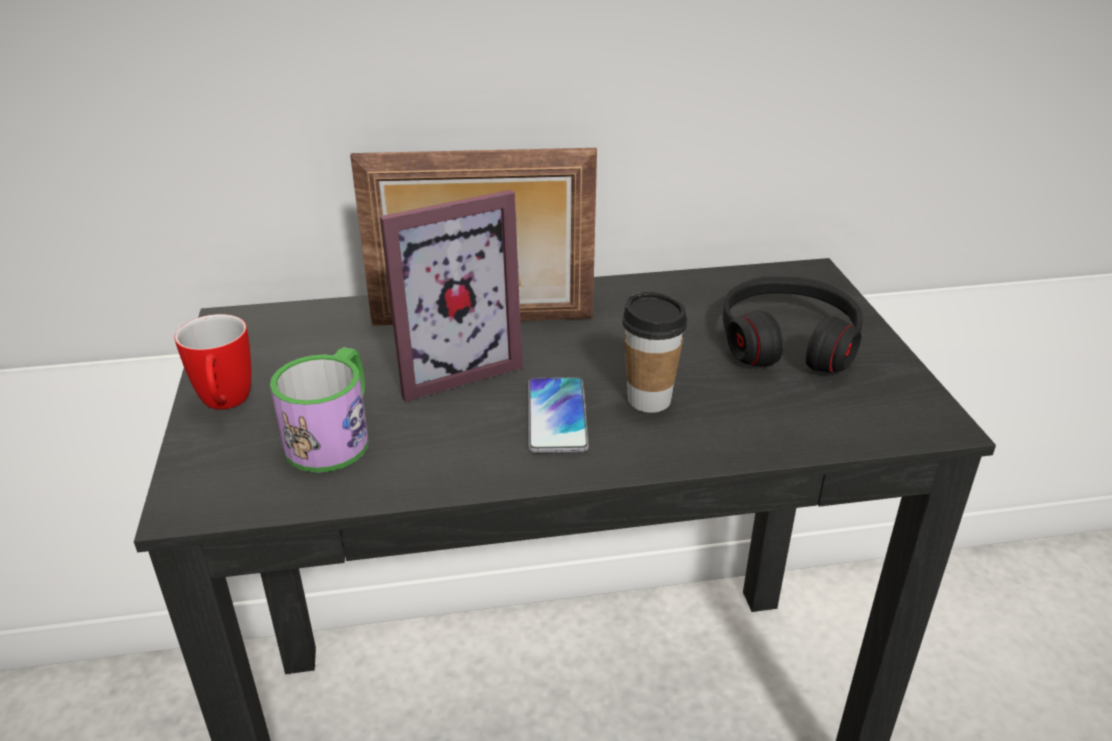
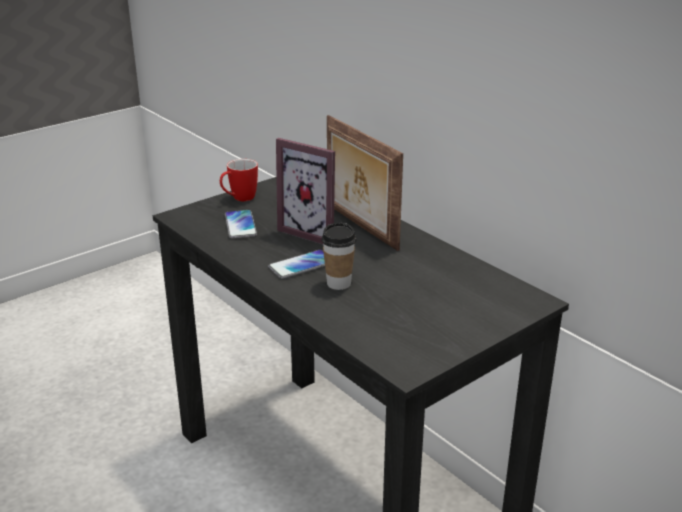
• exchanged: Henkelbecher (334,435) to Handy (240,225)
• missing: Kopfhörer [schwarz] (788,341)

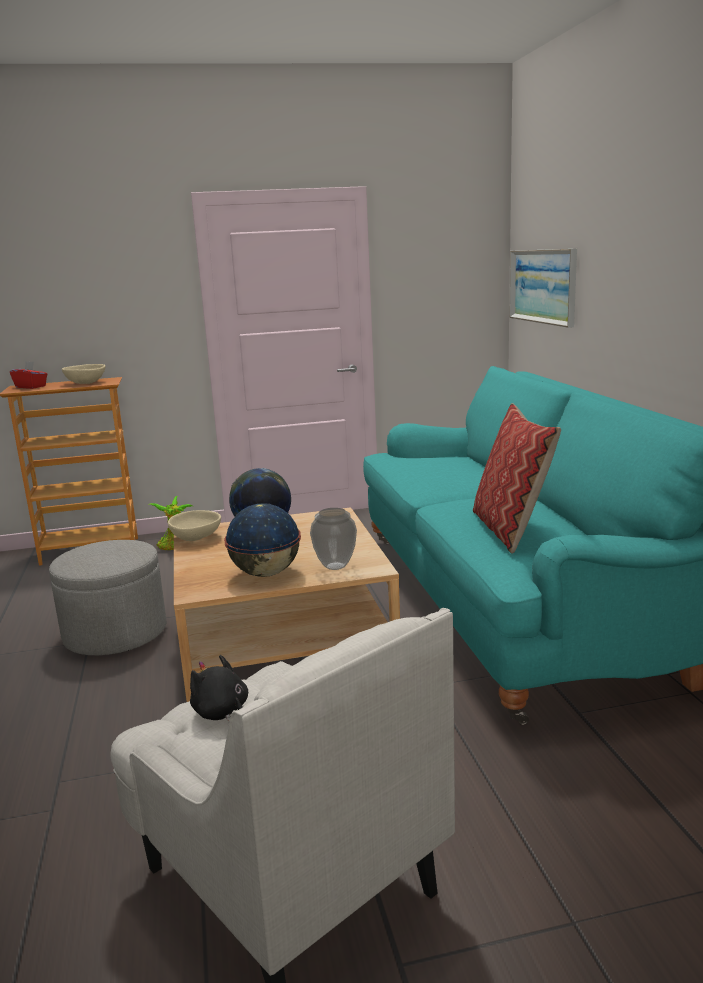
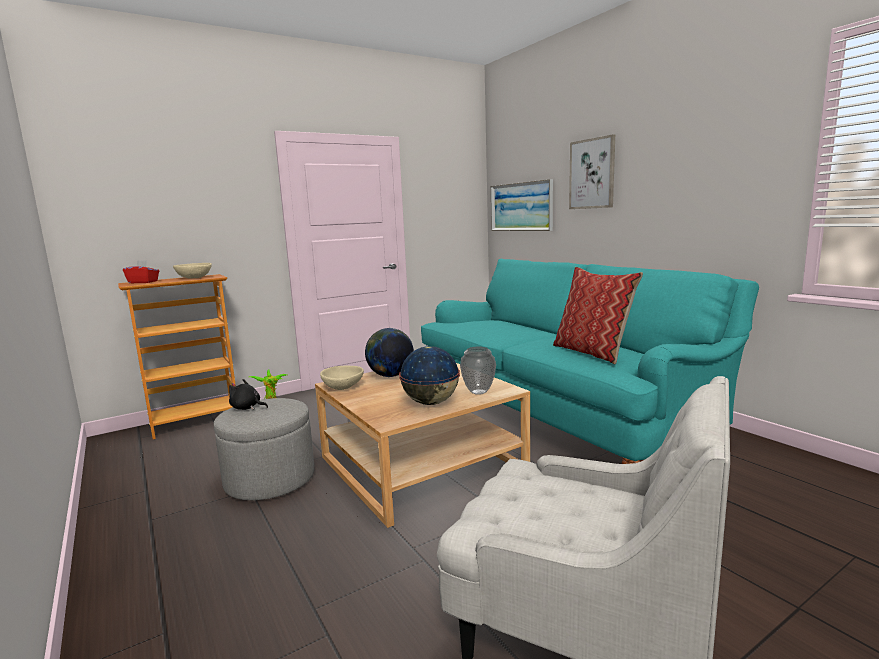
• relocated: Plüschtier [schwarz] (223,713) to (247,408)
• appeared: Bild (592,174)

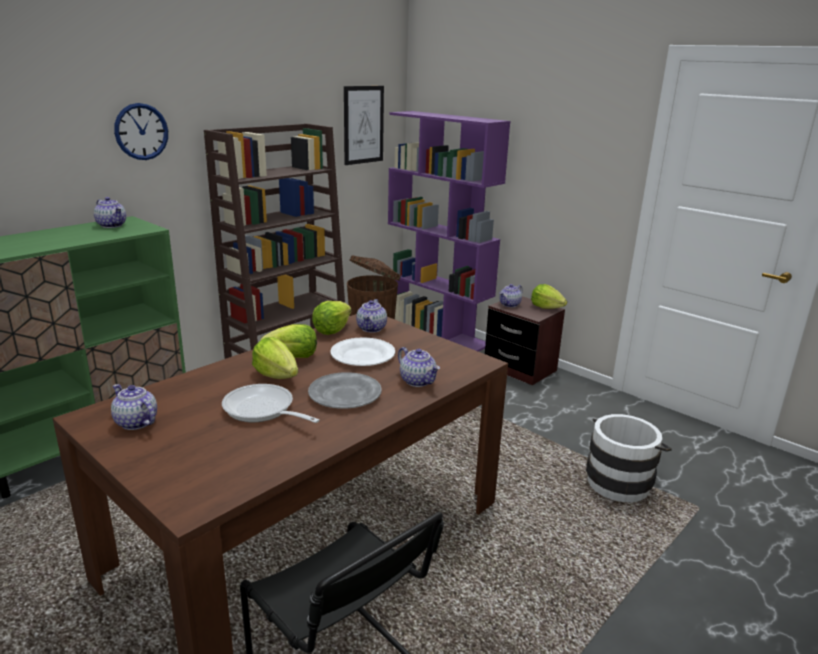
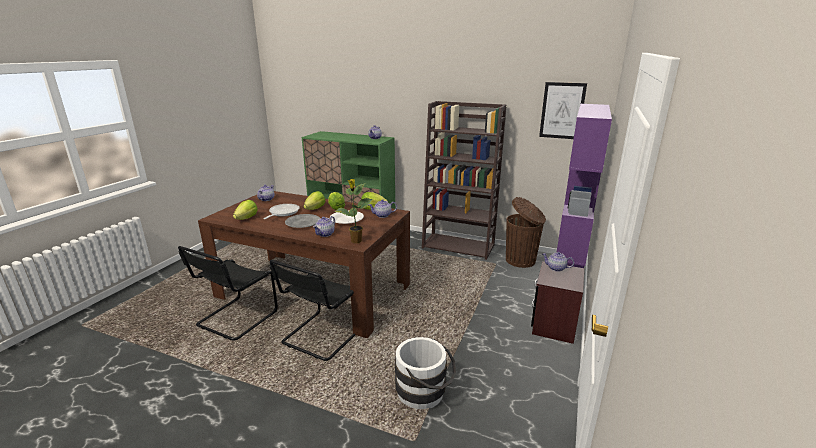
• relocated: Salatkopf (546,307) to (246,218)
• appeared: Stuhl [schwarz] (320,337)
• appeared: Topfpflanze (356,241)
• missing: Wanduhr (141,131)

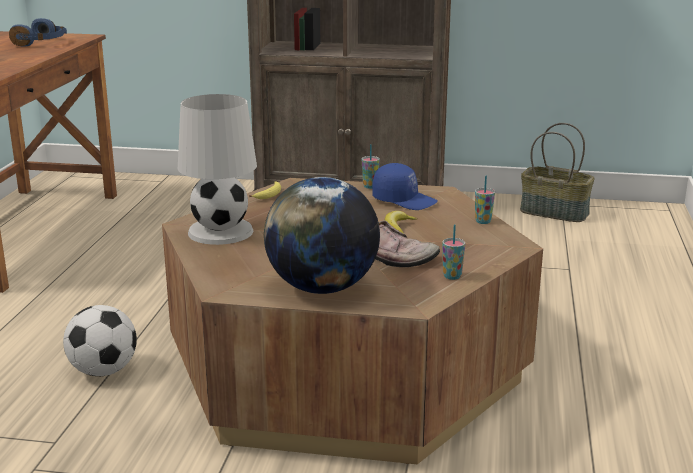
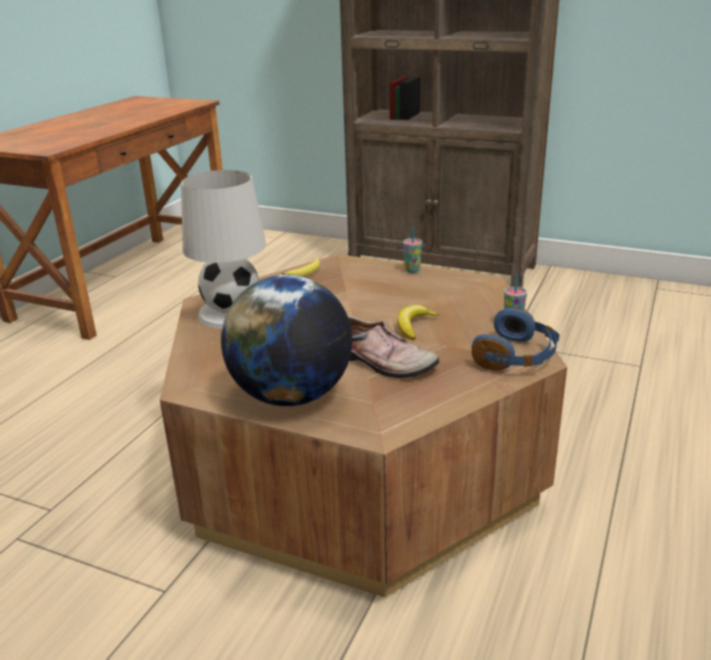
• relocated: Kopfhörer [blau] (42,43) to (517,357)
• missing: Fußball (103,371)
• missing: Kappe [blau] (404,200)
• missing: Tasse (452,276)
• missing: Korb (555,212)

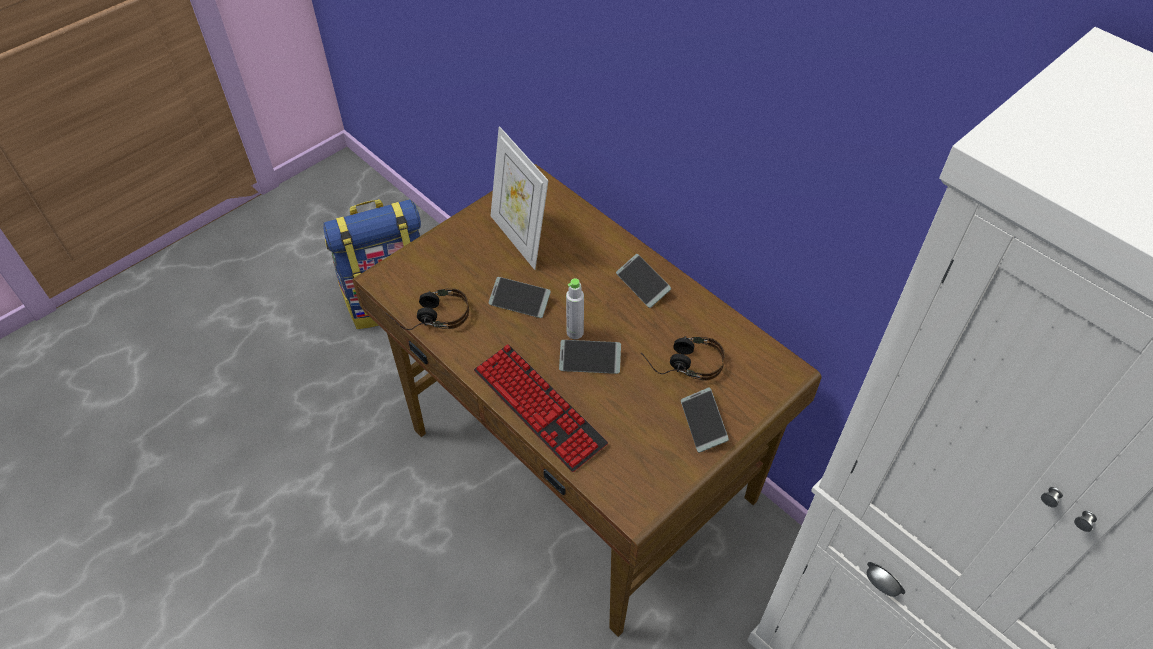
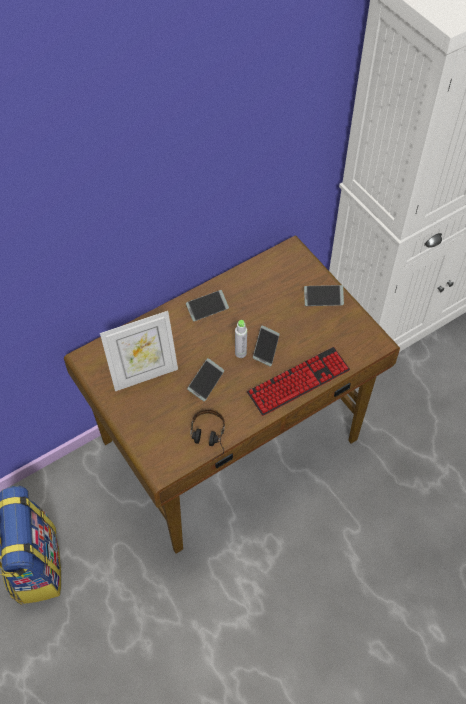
• missing: Kopfhörer (682,363)

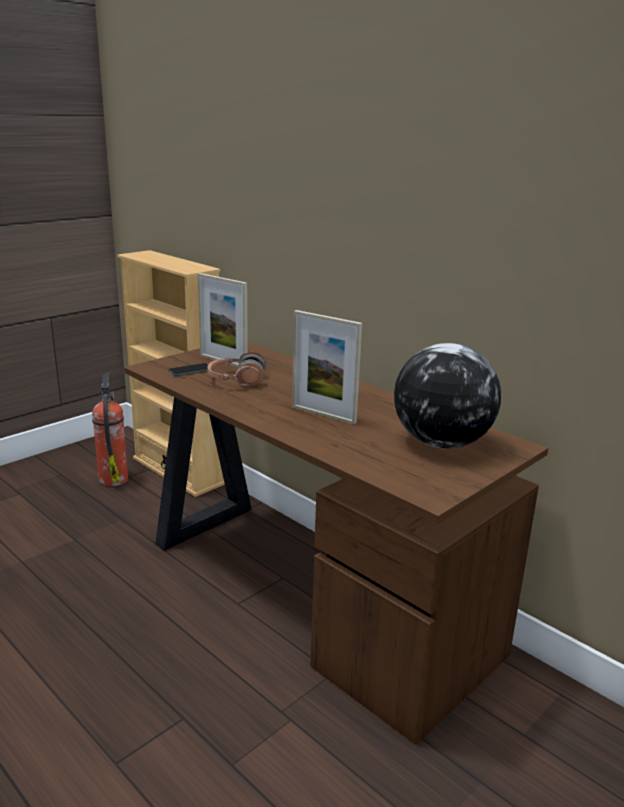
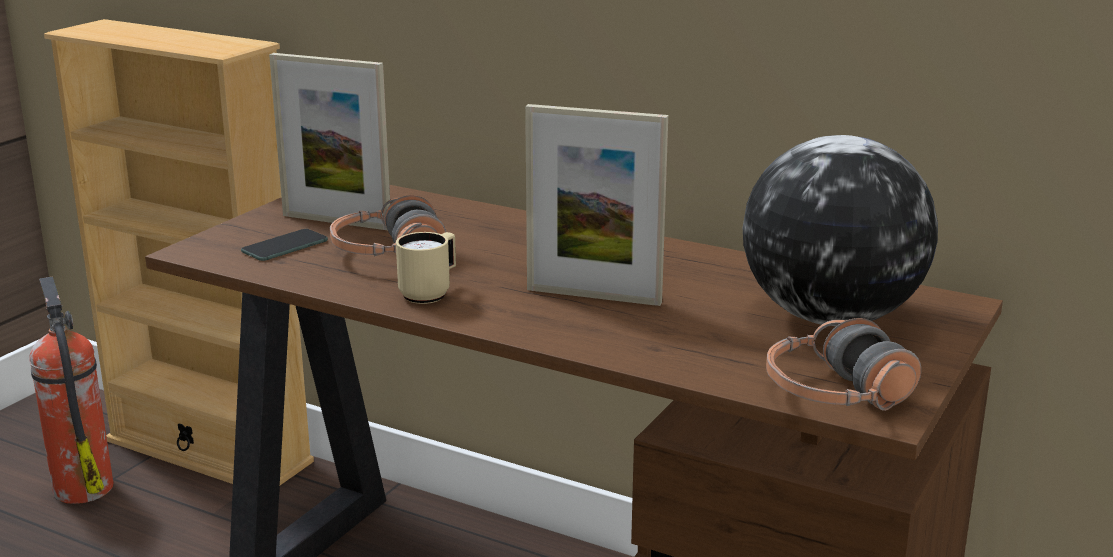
• appeared: Henkelbecher [beige] (430,293)
• appeared: Kopfhörer (836,394)

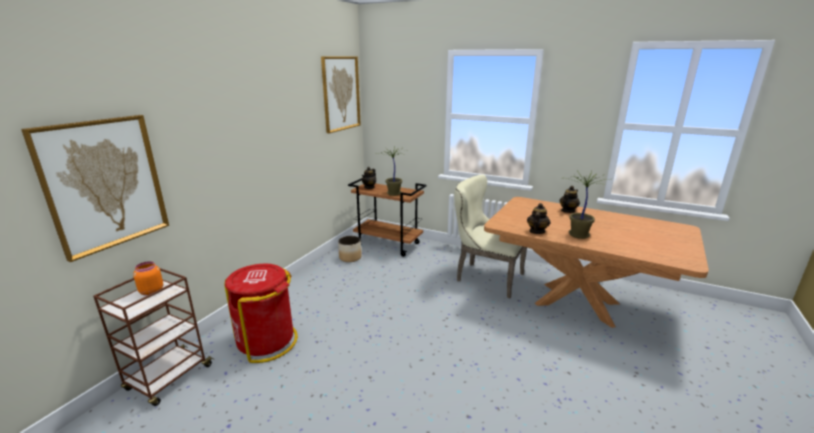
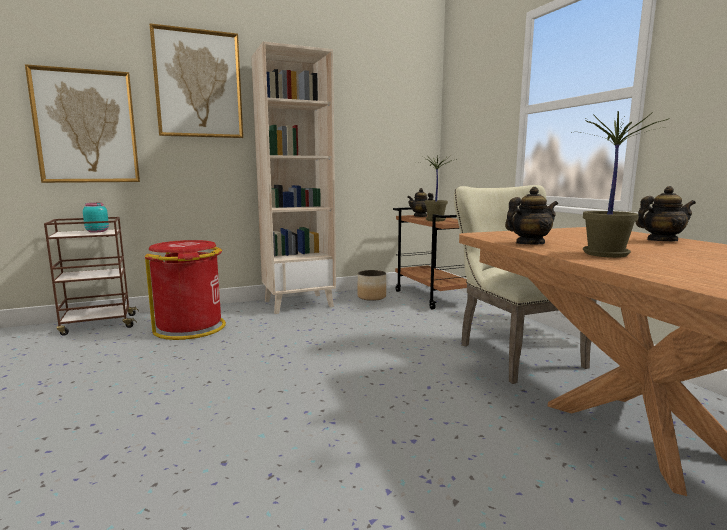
• colour: Vorratsglas [orange] (151,291) to Vorratsglas [türkis] (97,231)
• relocated: Bild (341,93) to (198,84)
• appeared: Bücherregal [beige] (298,303)

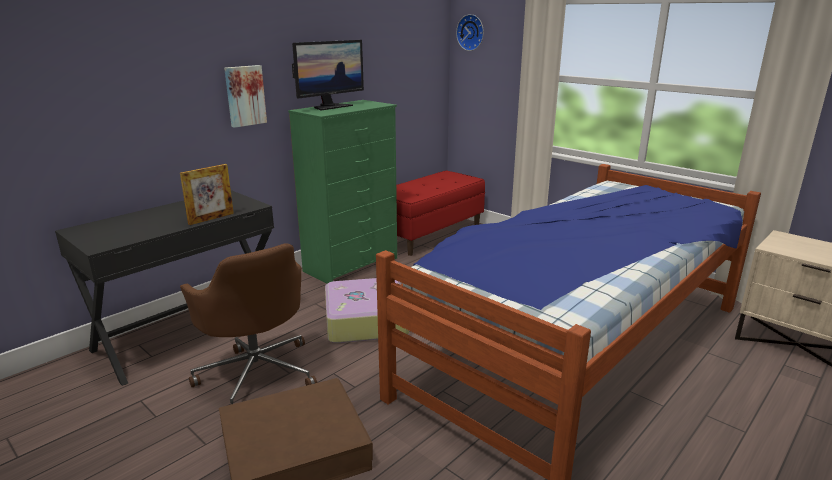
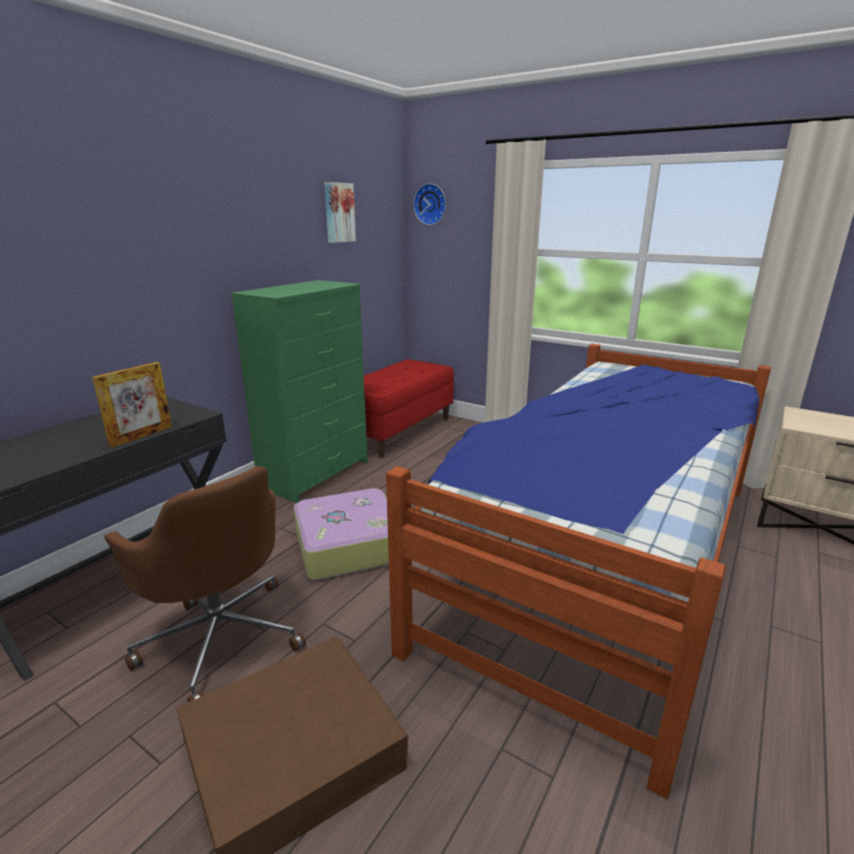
• relocated: Bild (245,95) to (338,213)
• missing: Monitor (330,107)

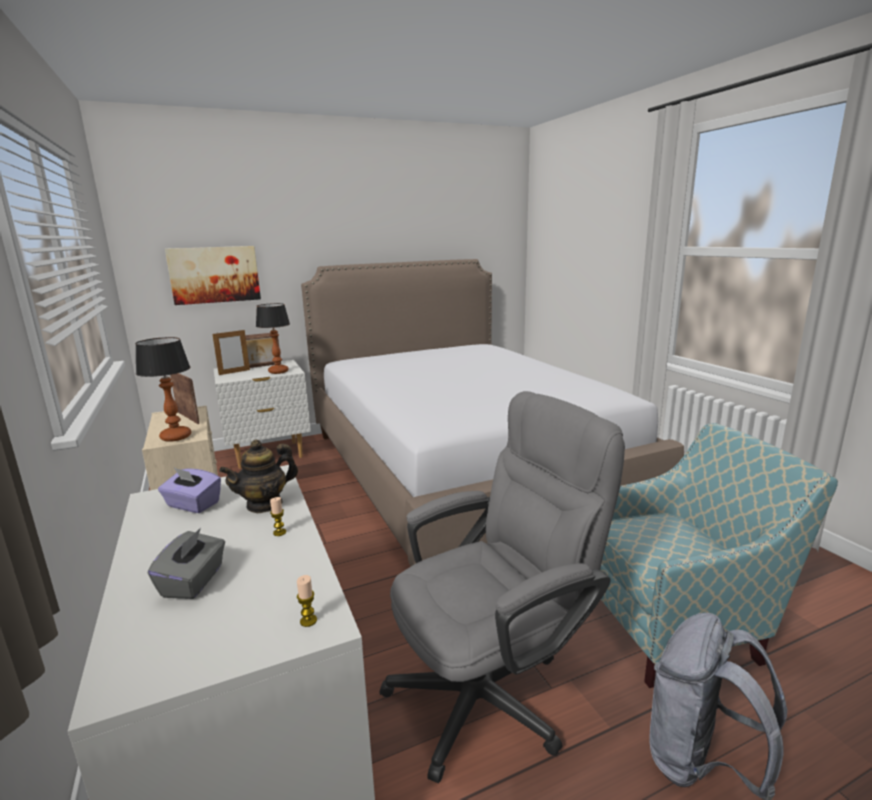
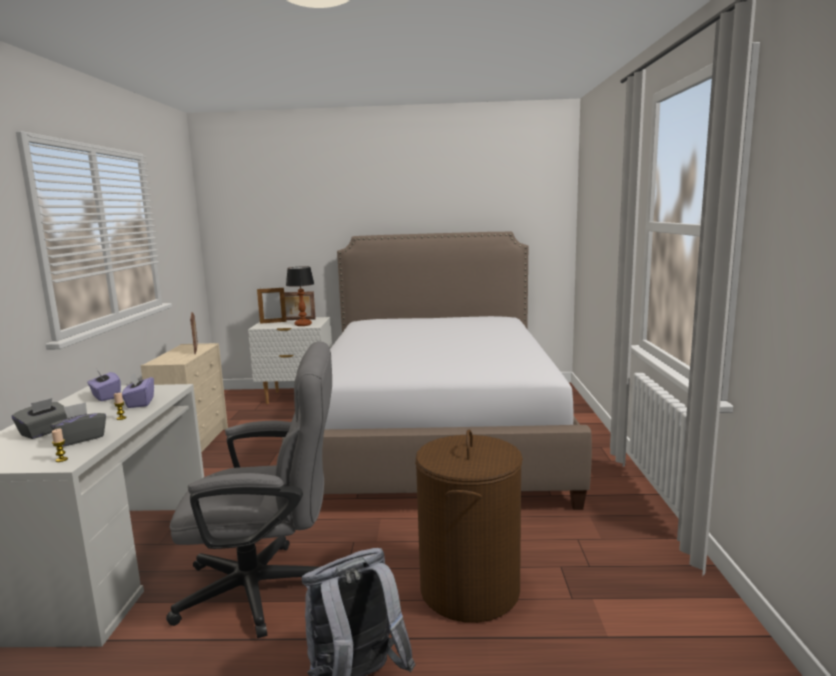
• appeared: Taschentuchbox [grau] (81,439)
• exchanged: Teekanne (265,504) to Taschentuchbox [lila] (140,403)
• exchanged: Sessel (676,621) to Wäschekorb [braun] (470,590)
• missing: Tischlampe (175,437)
• missing: Bild (214,274)

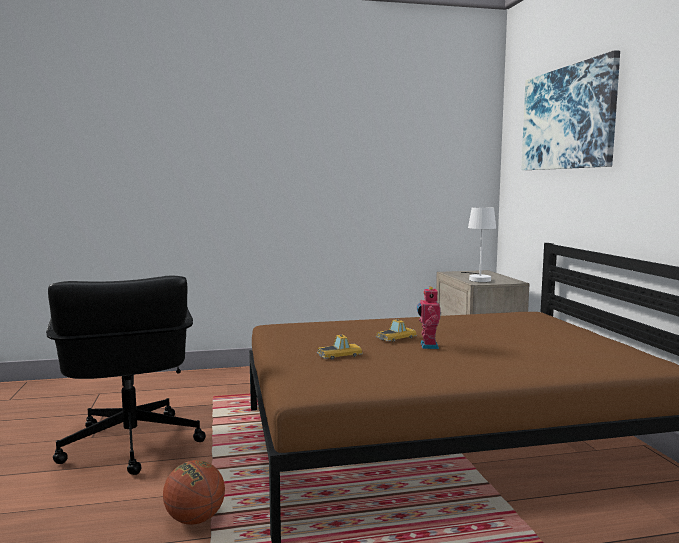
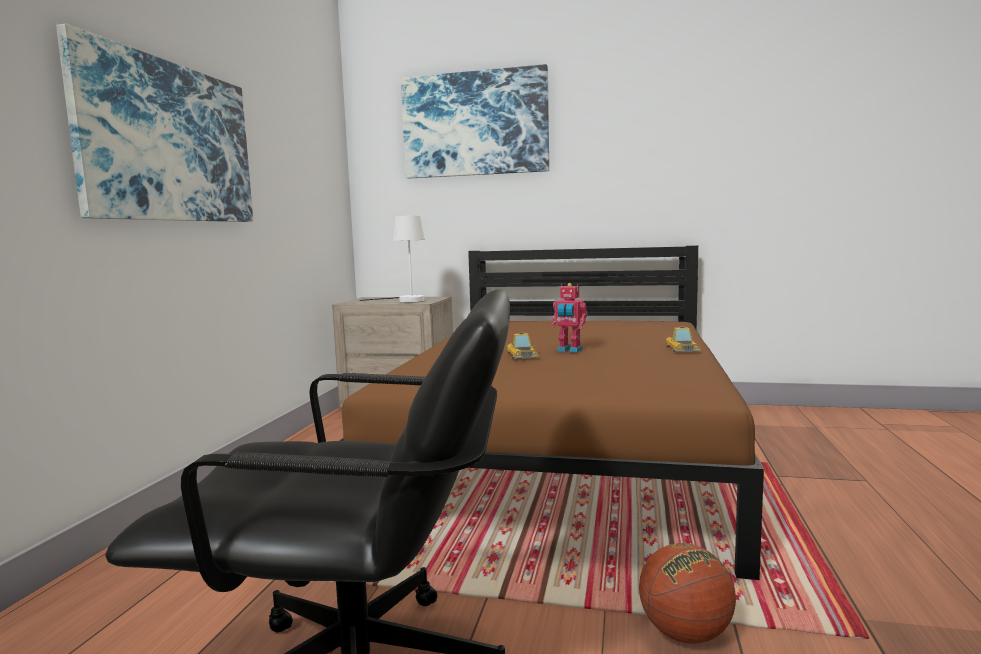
• appeared: Bild (169,143)
• relocated: Spielzeugauto (340,355) to (682,348)

